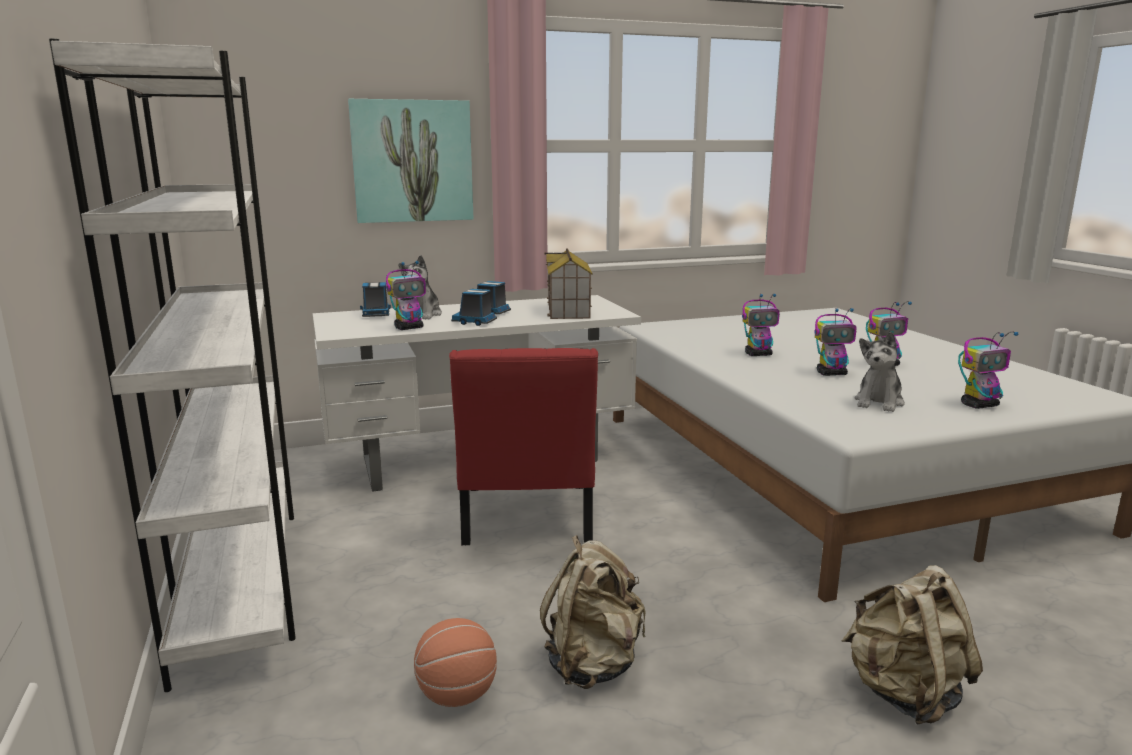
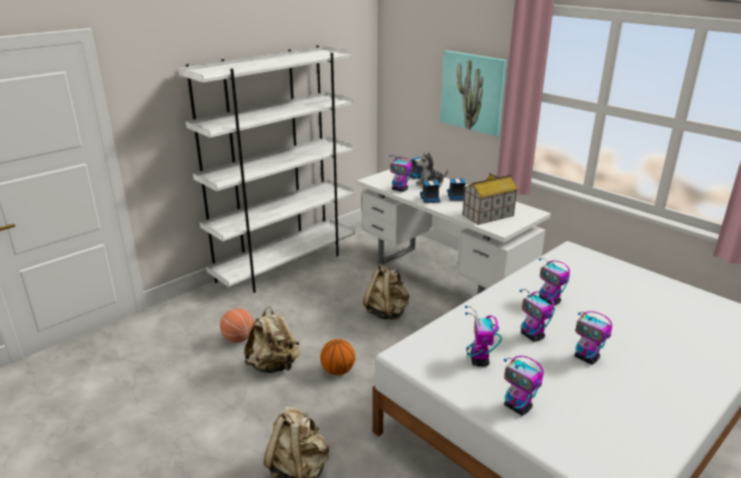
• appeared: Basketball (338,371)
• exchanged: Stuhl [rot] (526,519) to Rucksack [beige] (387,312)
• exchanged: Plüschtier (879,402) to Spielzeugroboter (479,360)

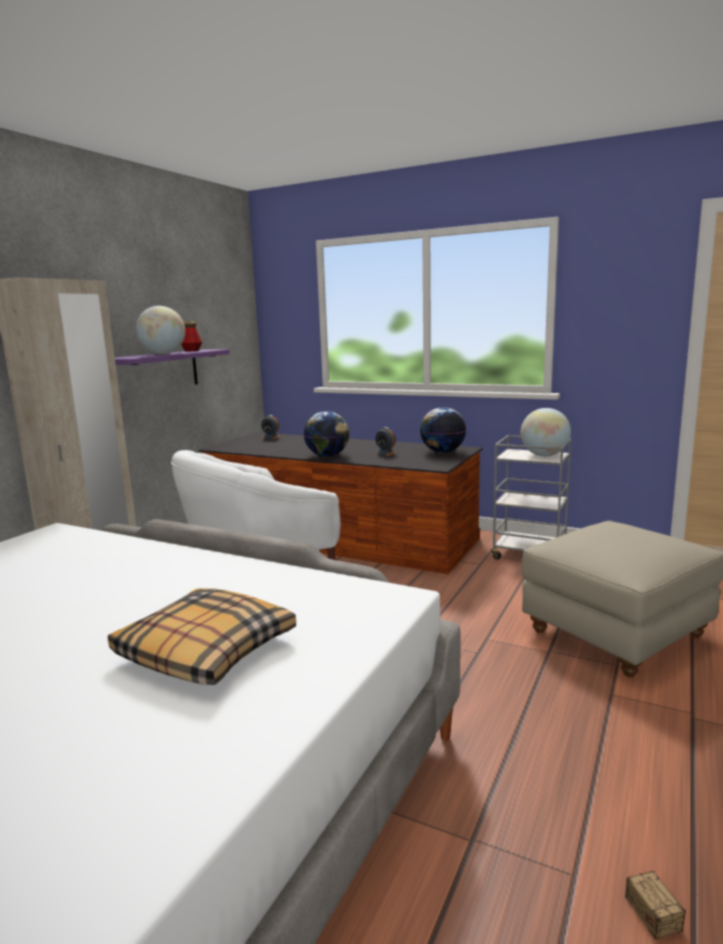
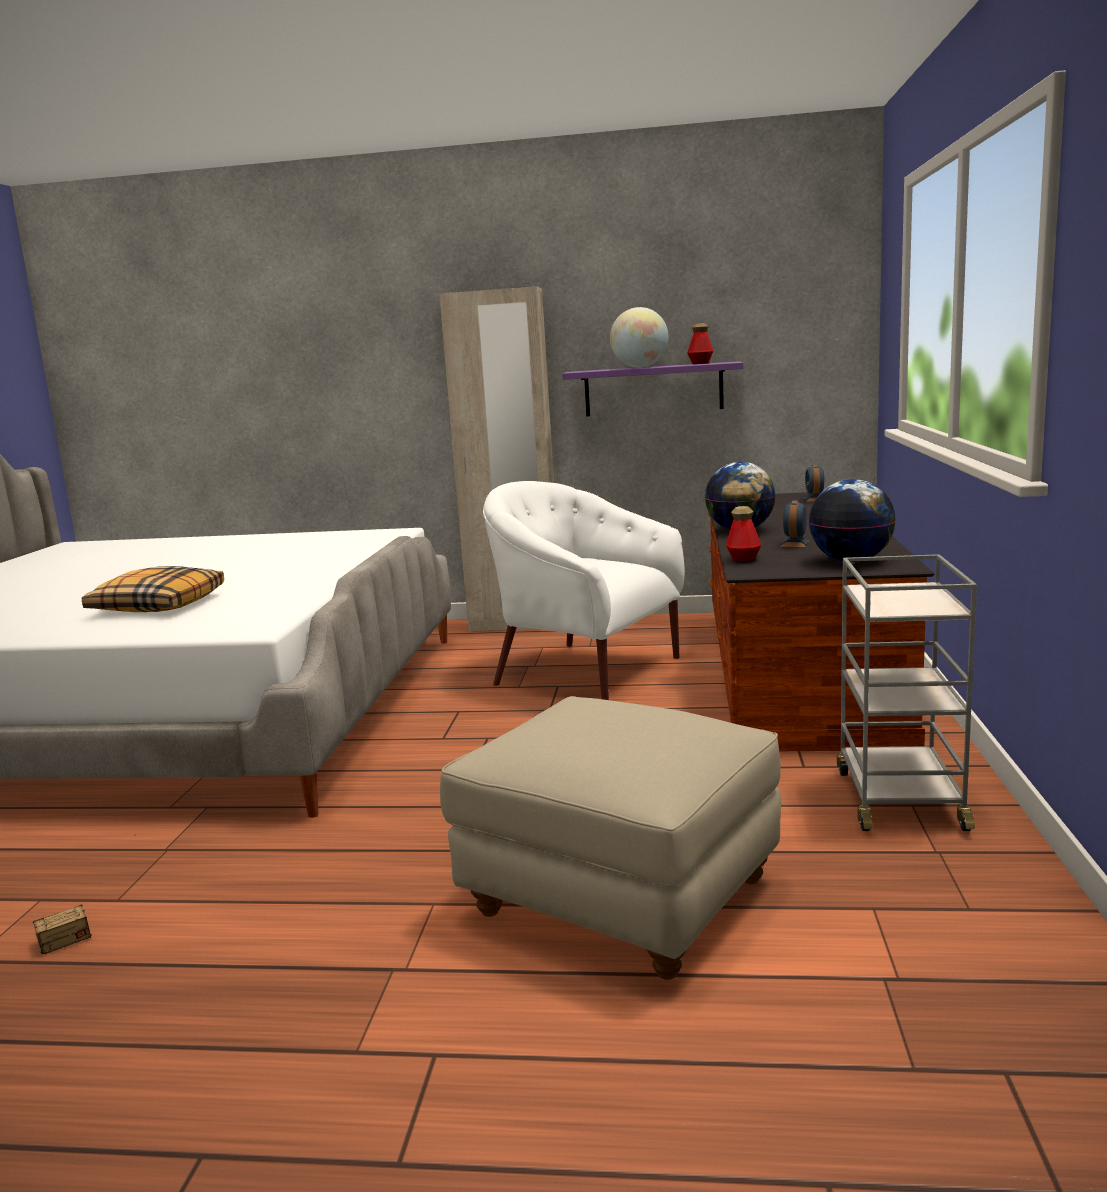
• appeared: Flasche (743,559)
• missing: Globus (544,455)

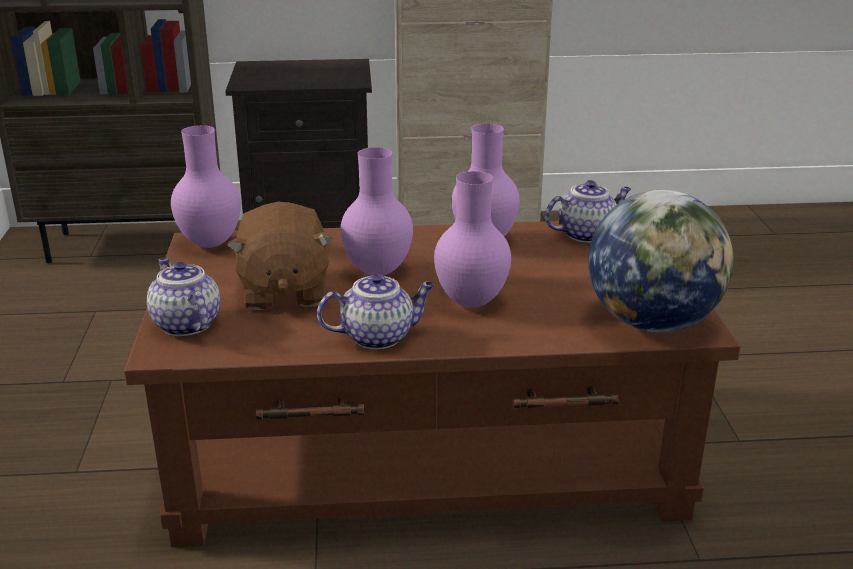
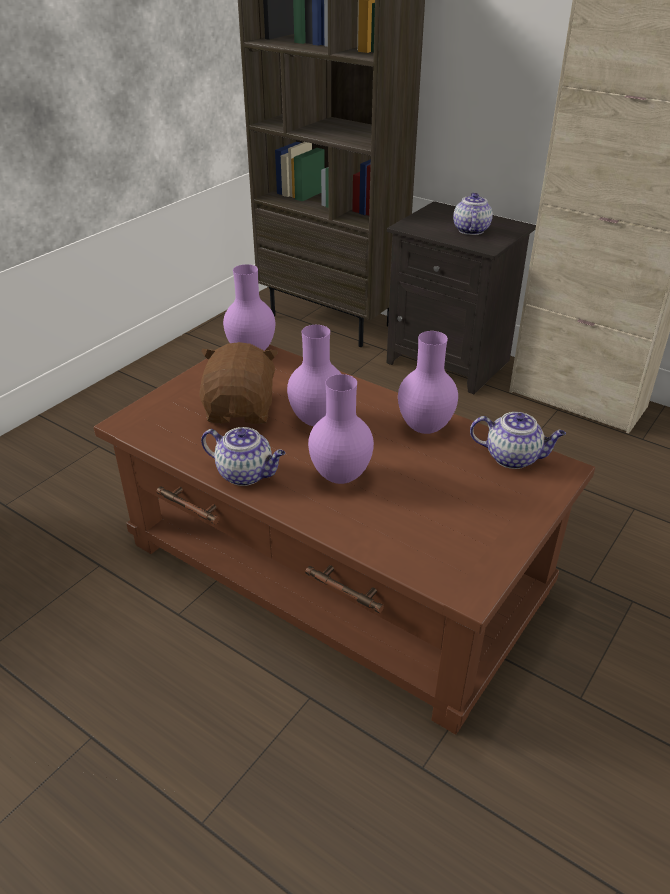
• spun: Plüschtier [braun] (283,292) = (241,410) 150 degrees clockwise
• relocated: Teekanne (185,324) to (470,230)
• missing: Globus (652,323)

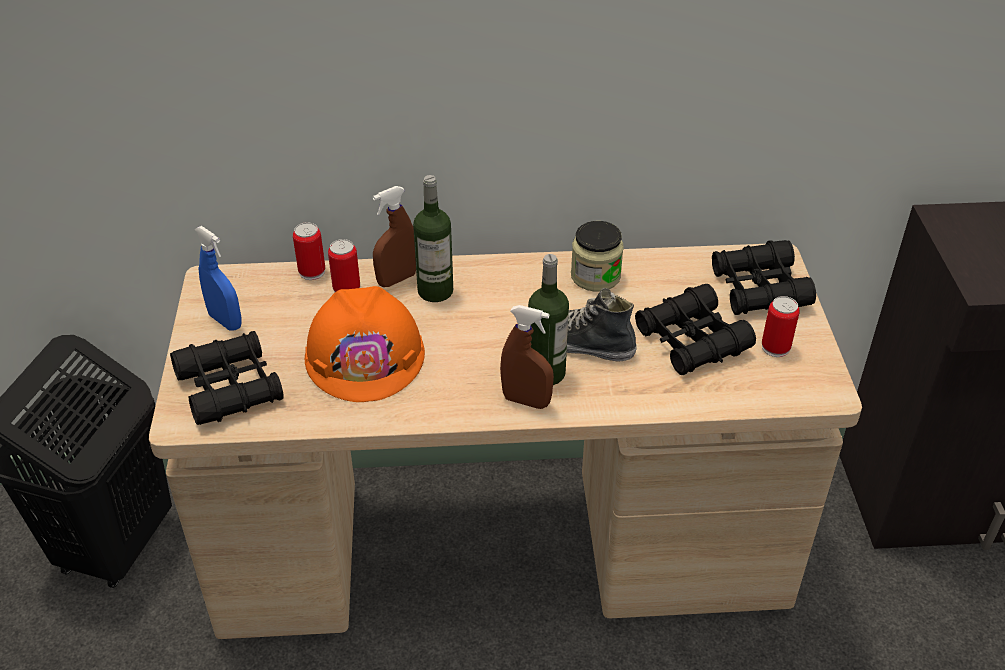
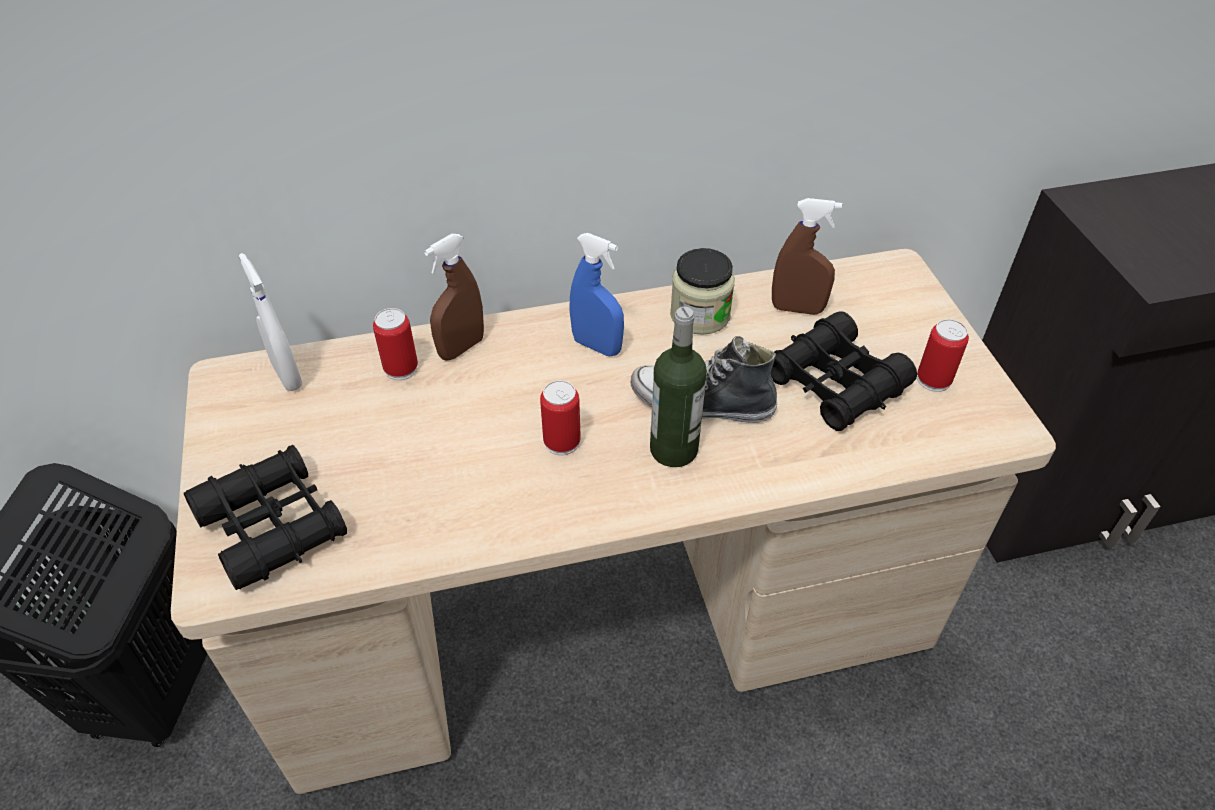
• appeared: Sprühflasche [weiß] (287,375)
• relocated: Dose (312,272) to (562,442)
• relocated: Sprühflasche [blau] (225,321) to (597,346)
• relocated: Sprühflasche [braun] (526,401) to (797,309)
• missing: Schutzhelm [orange] (365,355)
• missing: Flasche (435,291)
• missing: Fernglas [schwarz] (759,289)

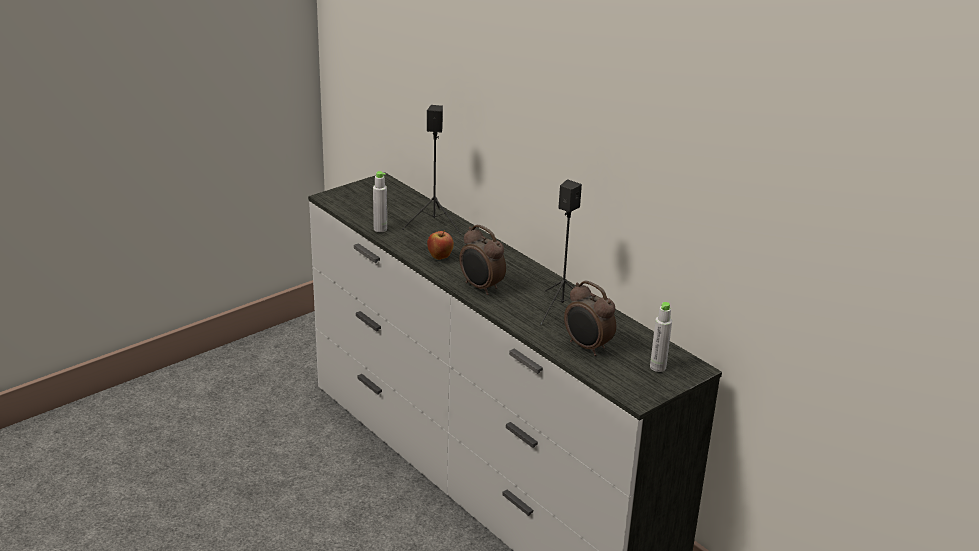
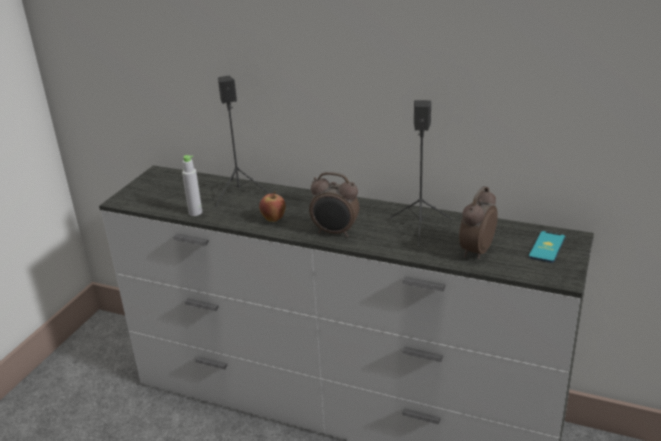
• spun: Wecker (587,347) = (475,251) 105 degrees clockwise
• exchanged: Flasche [grau] (658,367) to Handy (547,247)

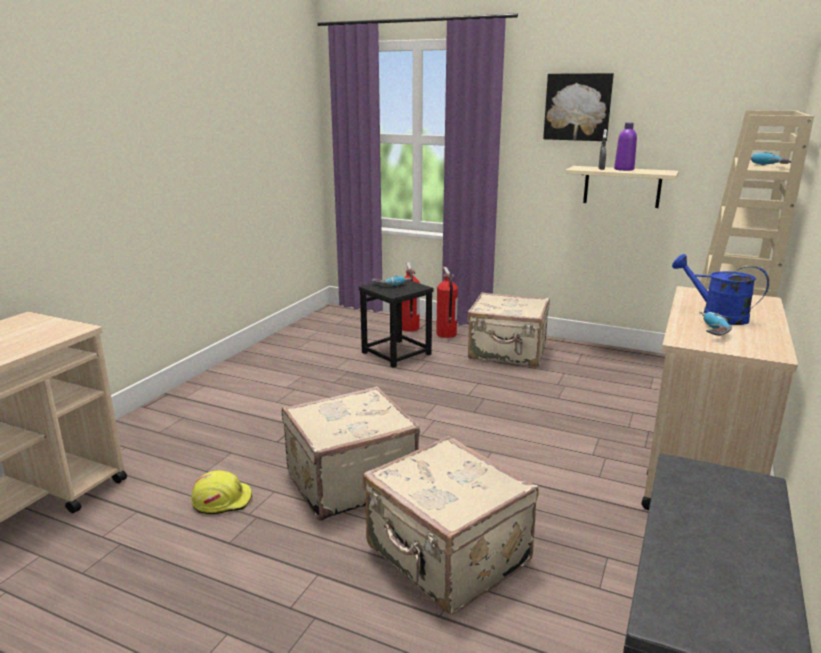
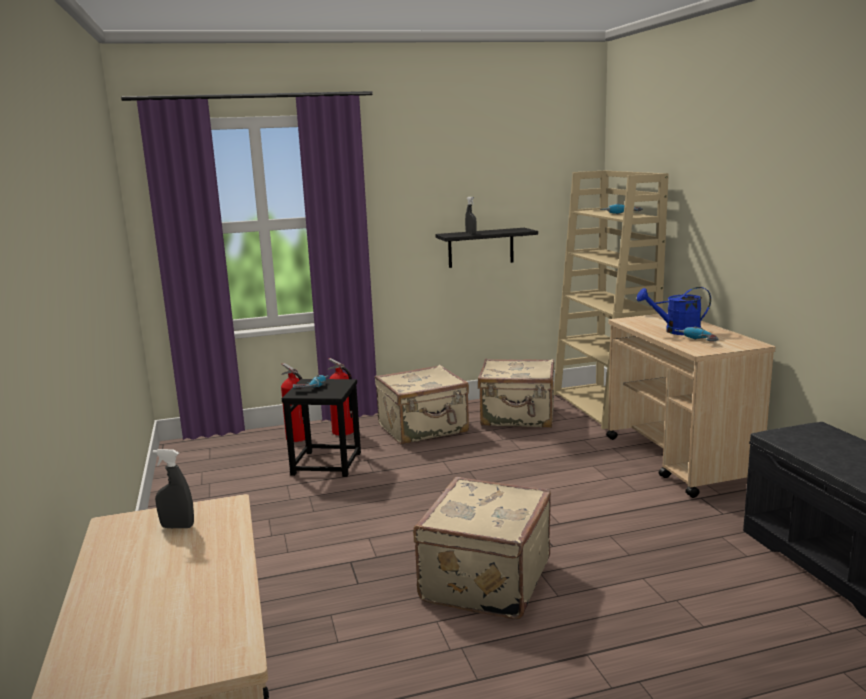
• appeared: Sprühflasche [grau] (177,526)
• colour: Wandregal [beige] (622,186) to Wandregal [schwarz] (481,247)
• relocated: Koffer [beige] (446,557) to (518,417)
• missing: Schutzhelm [gelb] (222,500)
• missing: Bild (578,107)
• missing: Flasche [lila] (624,169)

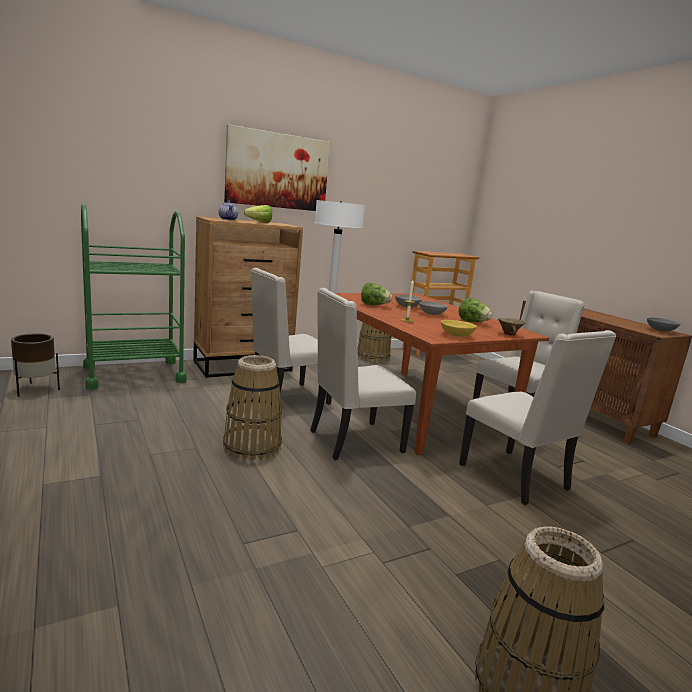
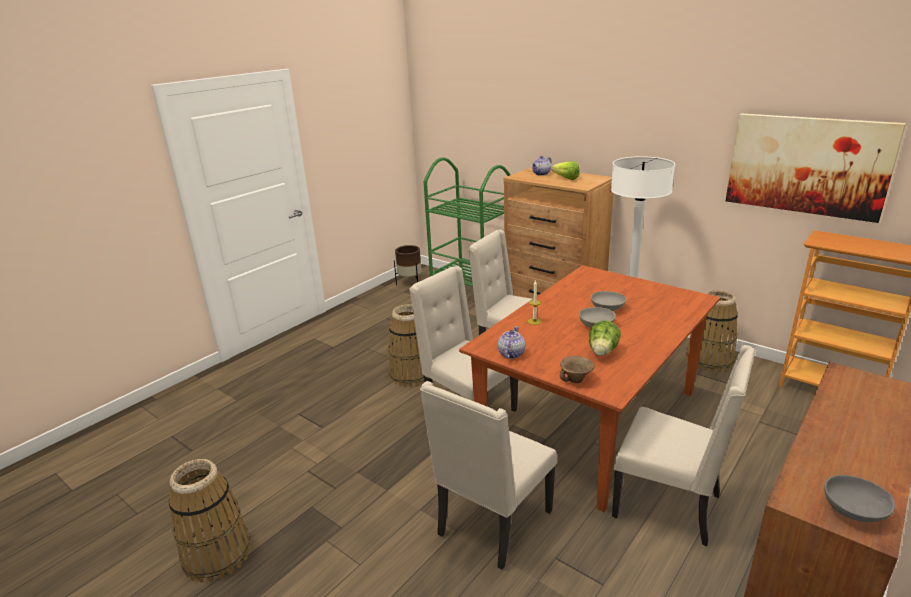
• exchanged: Schüssel [gelb] (456,335) to Teekanne (511,353)
• relocated: Bild (278,171) to (807,165)
• missing: Salatkopf (374,305)

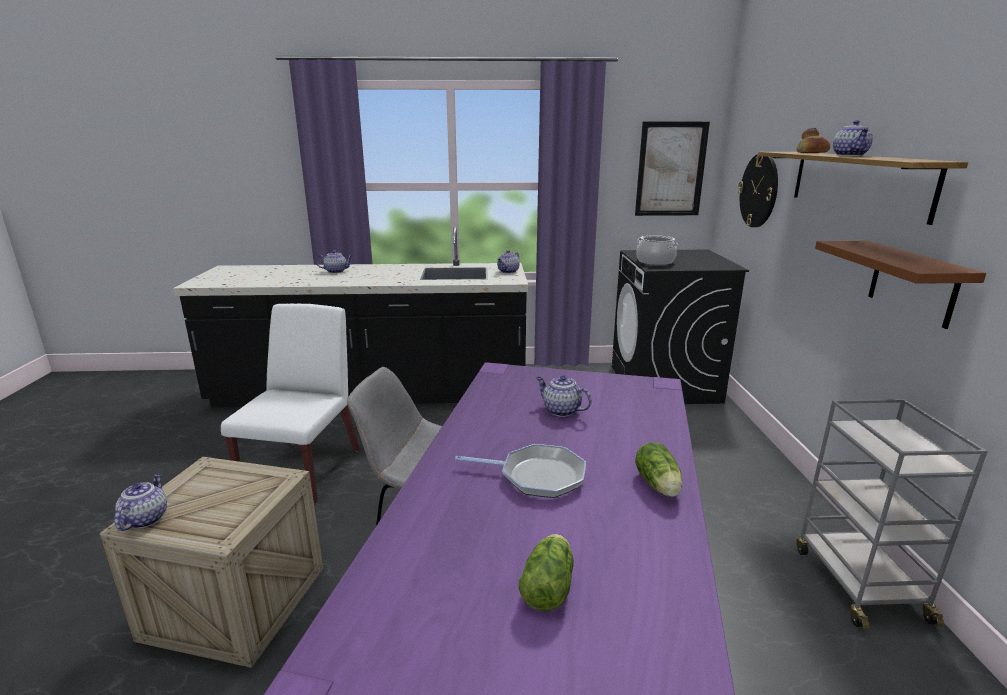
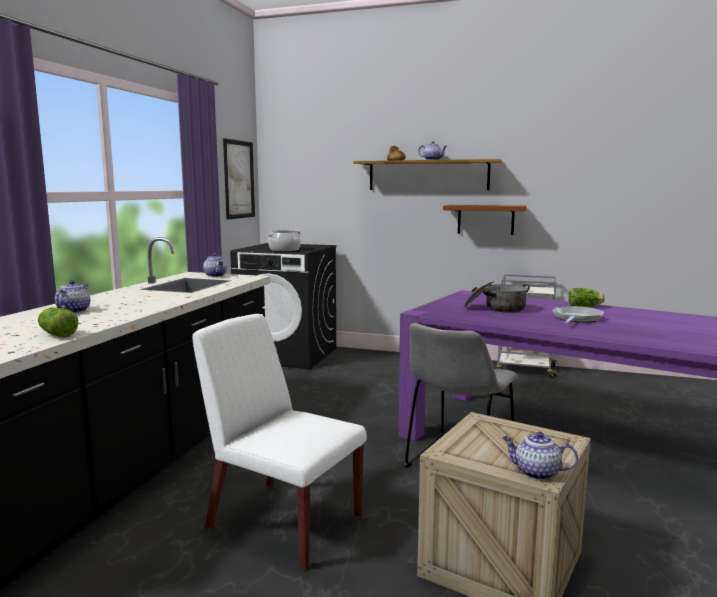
• relocated: Salatkopf (549,585) to (56,334)
• exchanged: Teekanne (560,410) to Kochtopf (495,308)
• missing: Wanduhr (759,190)

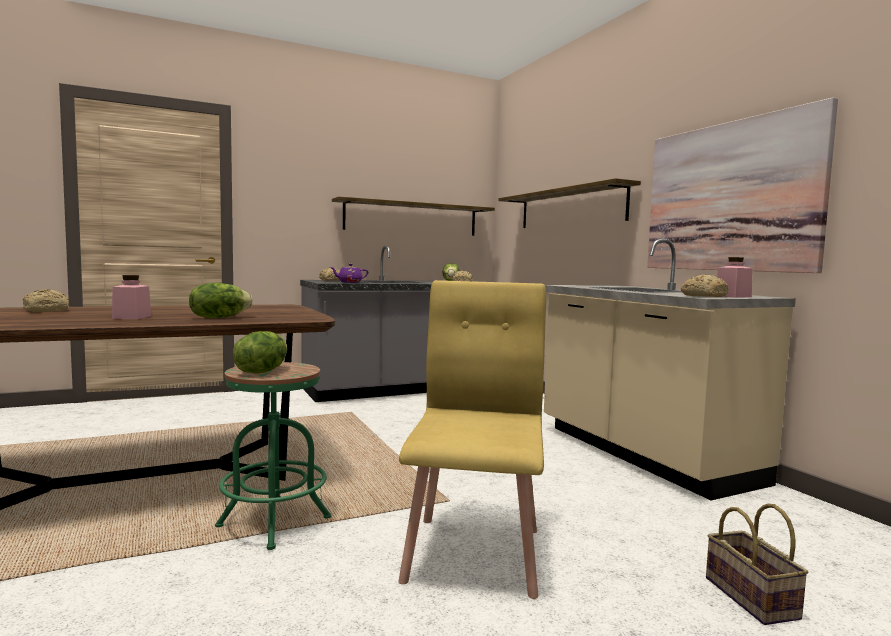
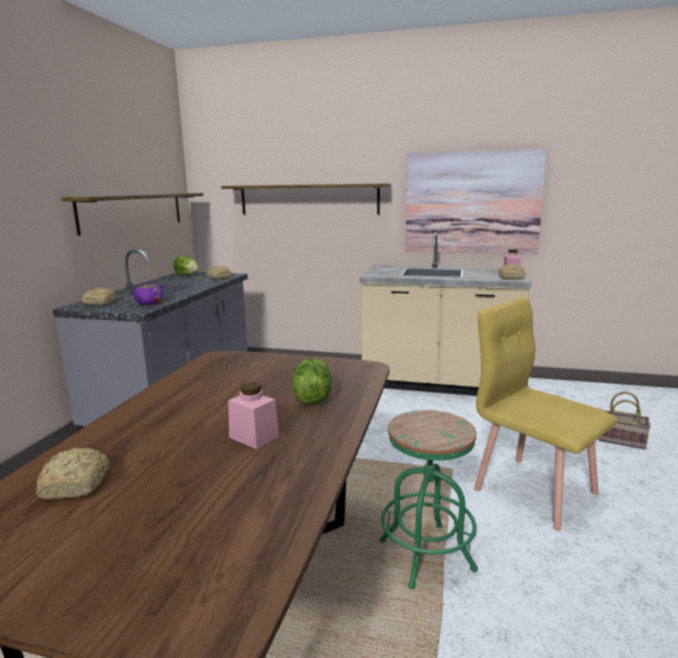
• missing: Salatkopf (261,371)

